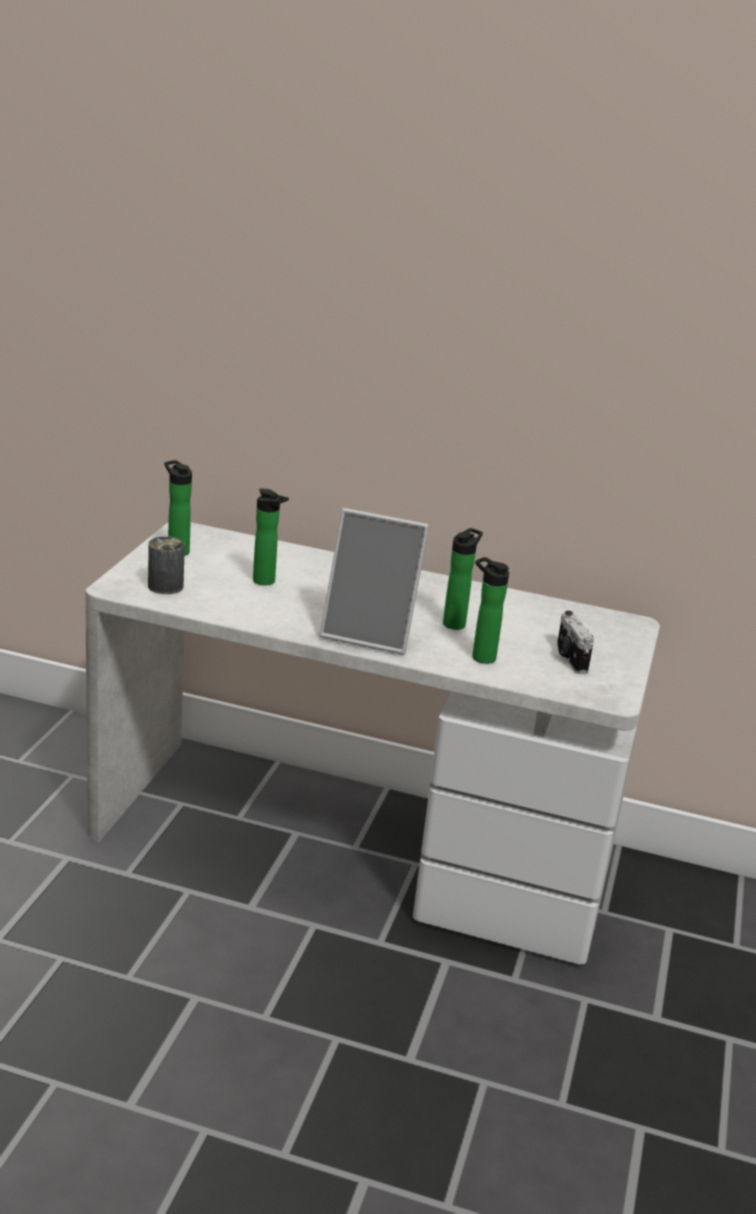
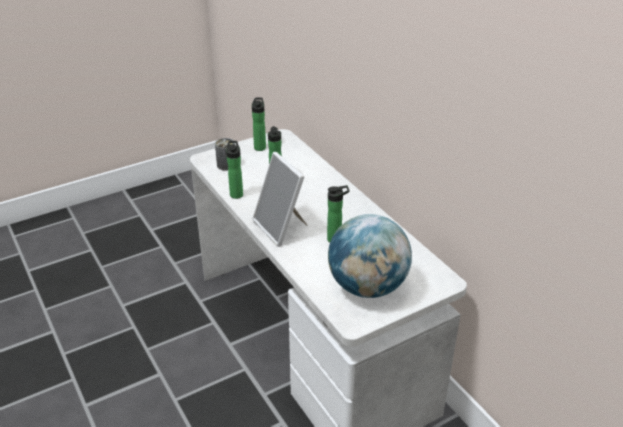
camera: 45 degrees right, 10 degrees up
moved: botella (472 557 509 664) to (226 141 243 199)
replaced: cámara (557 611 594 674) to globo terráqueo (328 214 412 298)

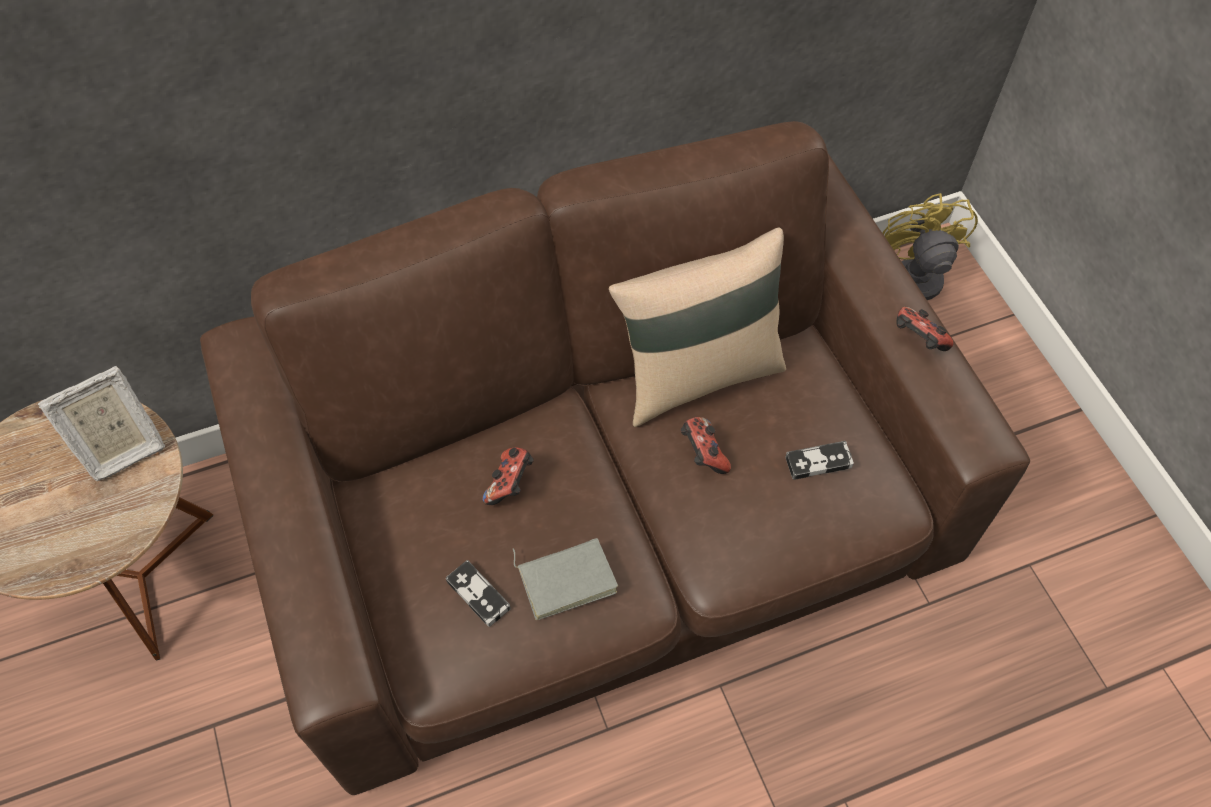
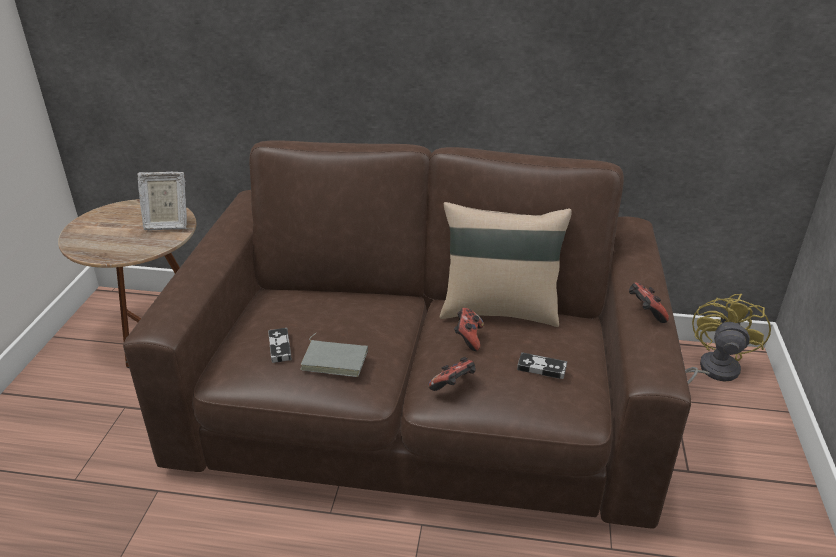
camera: 30 degrees right, 25 degrees down
moved: mando de consola (482 447 534 505) to (428 357 476 391)

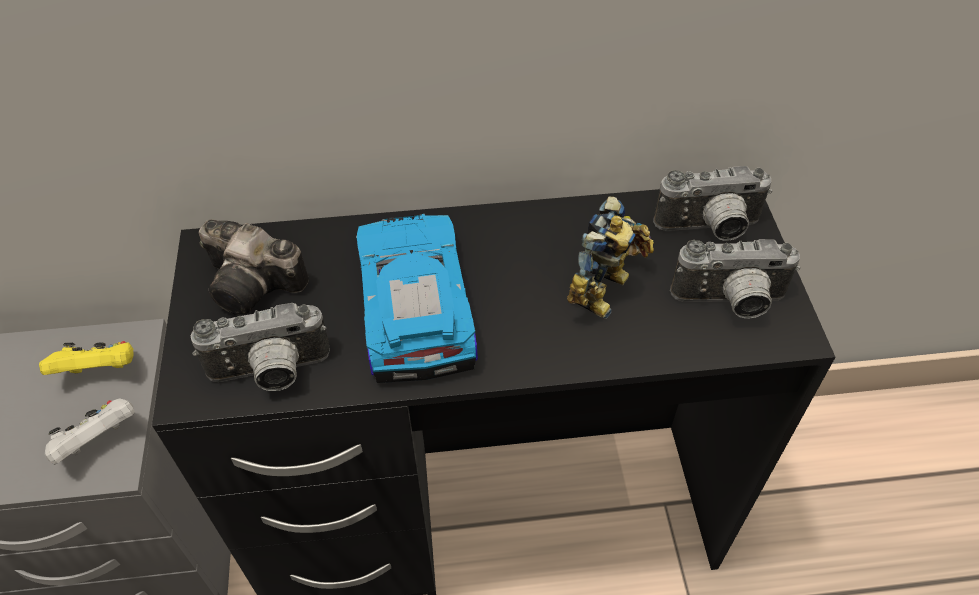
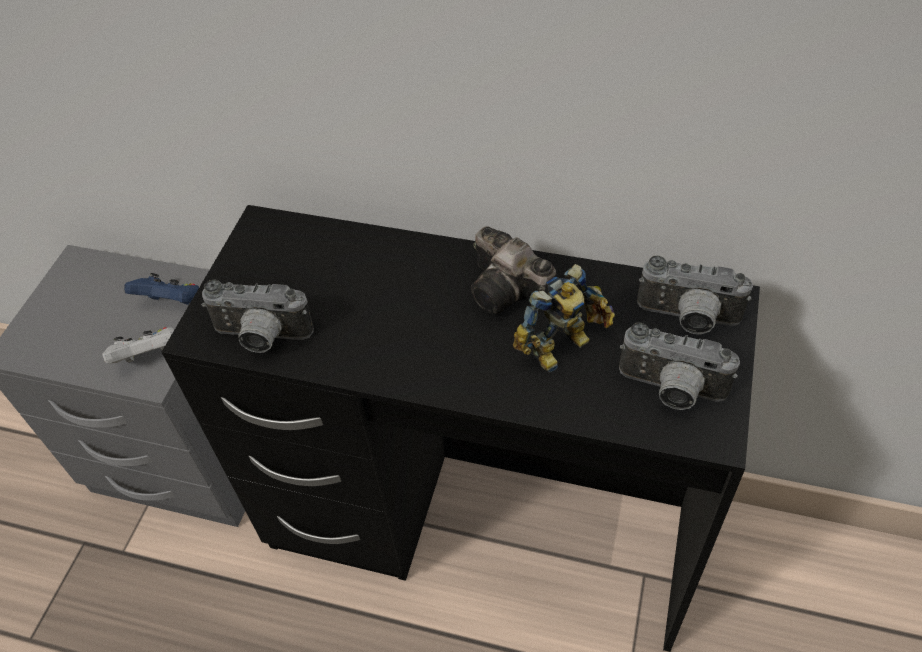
camera: 25 degrees right, 0 degrees up
removed: coche de juguete (356 214 478 383)
moved: cámara (199 219 309 315) to (471 226 556 314)
recoloured: mando de consola [amarillo] (39 341 134 375) to mando de consola [azul] (124 273 199 305)

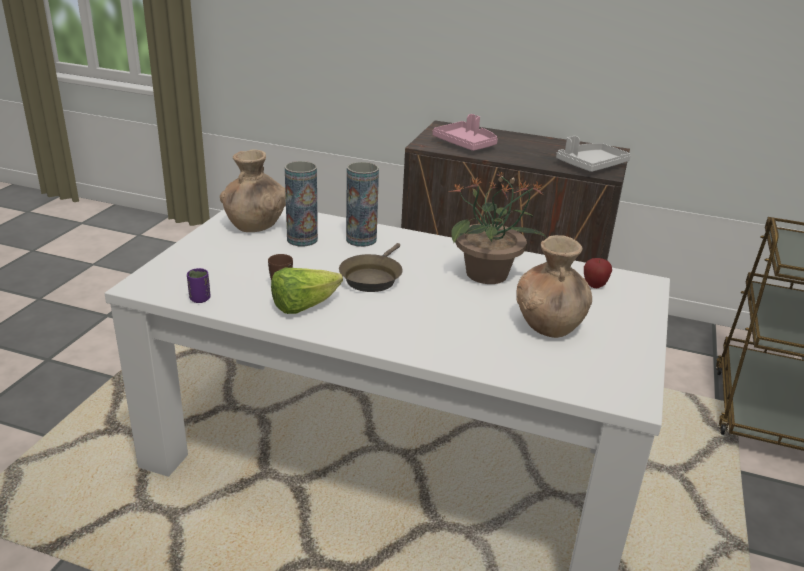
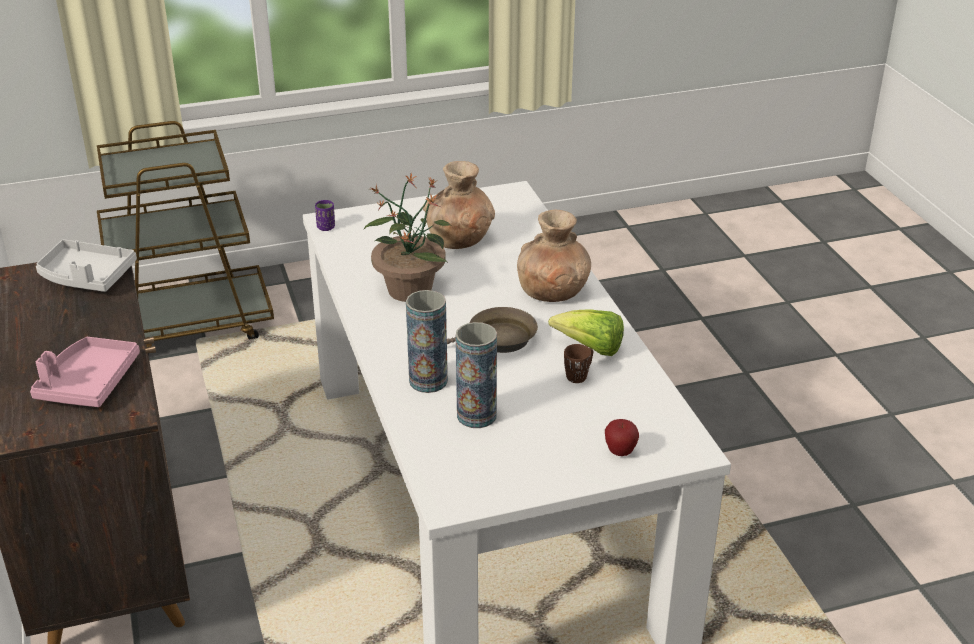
camera: 125 degrees left, 5 degrees up
moved: taza [morado] (187 268 211 303) to (315 200 335 231); florero [marrón] (220 149 286 232) to (517 210 591 302); manzana (584 258 612 288) to (605 419 639 456)

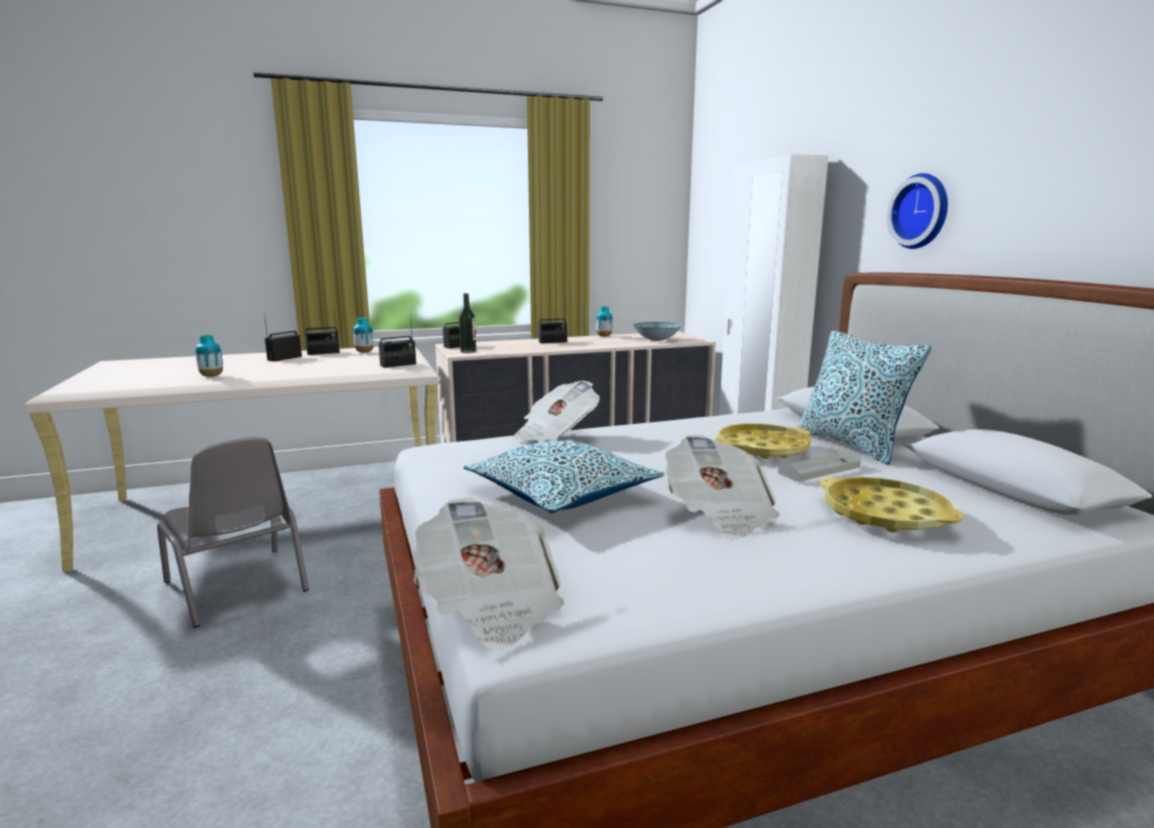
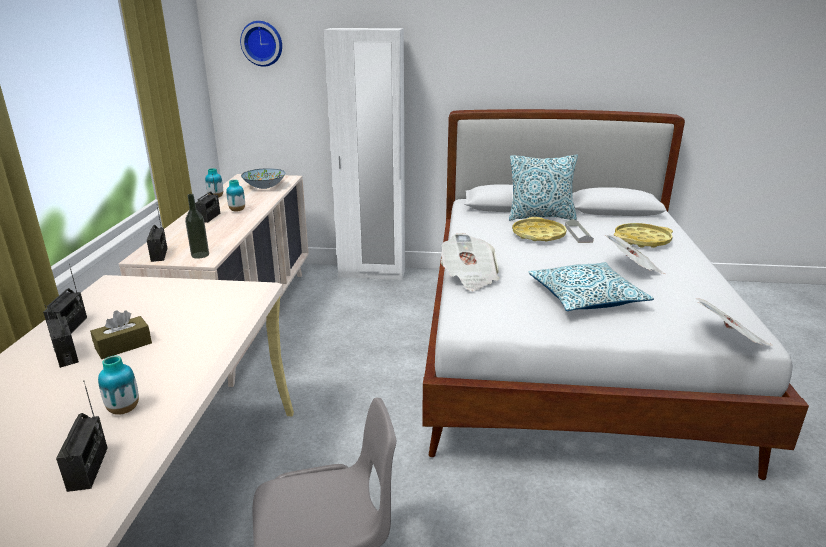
camera: 65 degrees left, 10 degrees up
added: caja de pañuelos [marrón] (90 310 152 359)
moved: florero (353 318 374 353) to (226 180 245 212); radio (378 315 416 368) to (56 380 108 492); reloj de pared (887 173 948 249) to (240 21 282 67)

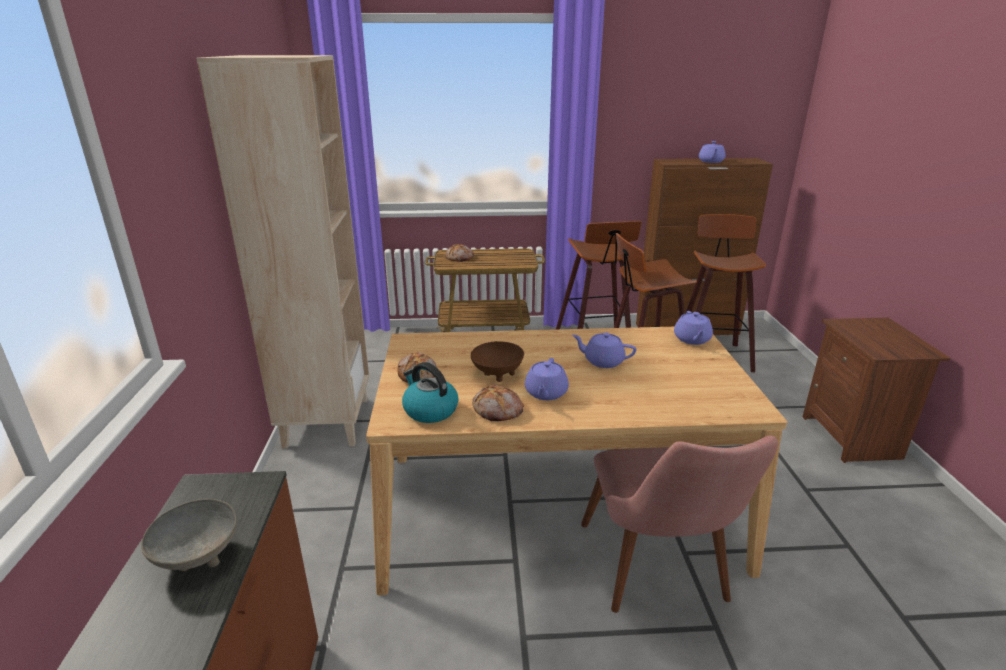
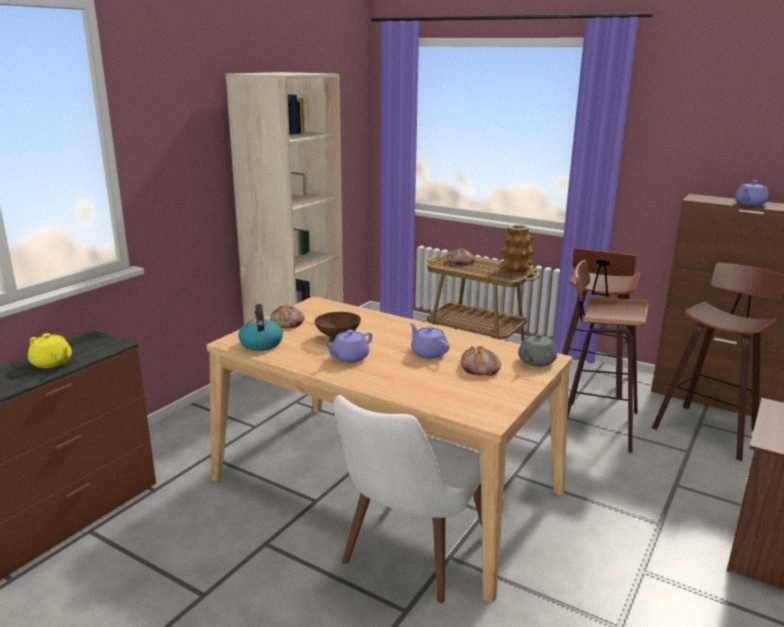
camera: 35 degrees right, 5 degrees down
added: florero (500 224 534 272)
moved: pan (472 385 524 421) to (461 346 501 376)
replaced: cuenco [gris] (141 499 237 571) to tetera [amarillo] (28 333 72 368)
recoloured: silla [rosa] (581 435 778 613) to silla [blanco] (334 395 482 603); tetera [morado] (674 311 713 345) to tetera [gris] (518 333 557 367)

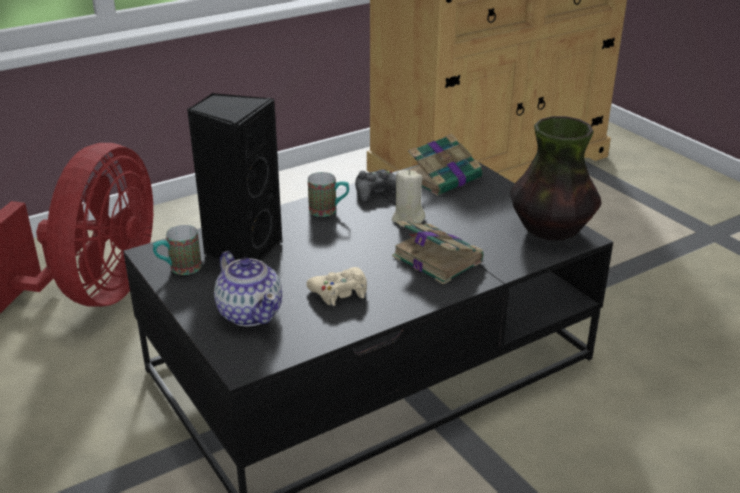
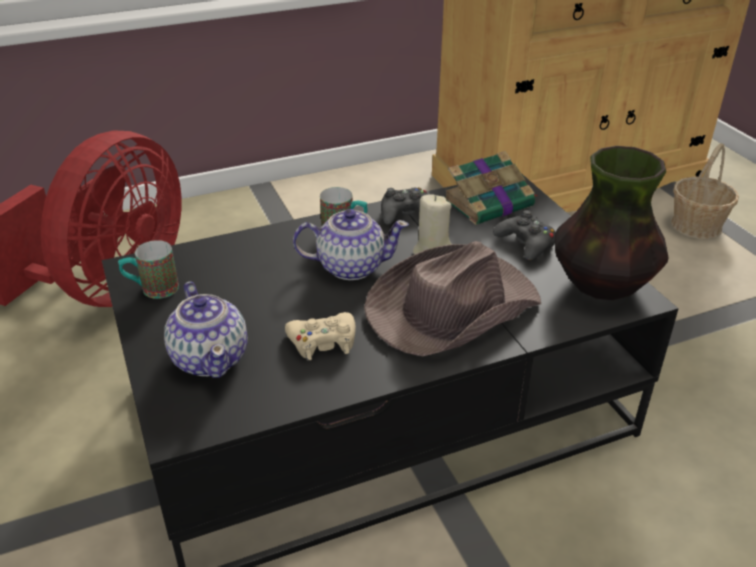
camera: 10 degrees right, 5 degrees up
removed: altavoz [negro] (187 93 283 264)
added: tetera (293 209 409 280); mando de consola [negro] (493 210 556 260); cesta (671 143 739 239)
replaced: libro (392 221 484 284) to sombrero [marrón] (364 241 541 357)

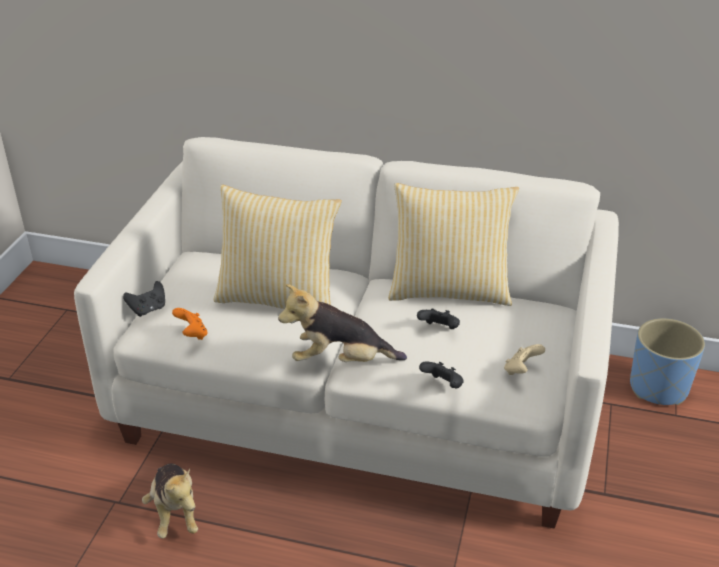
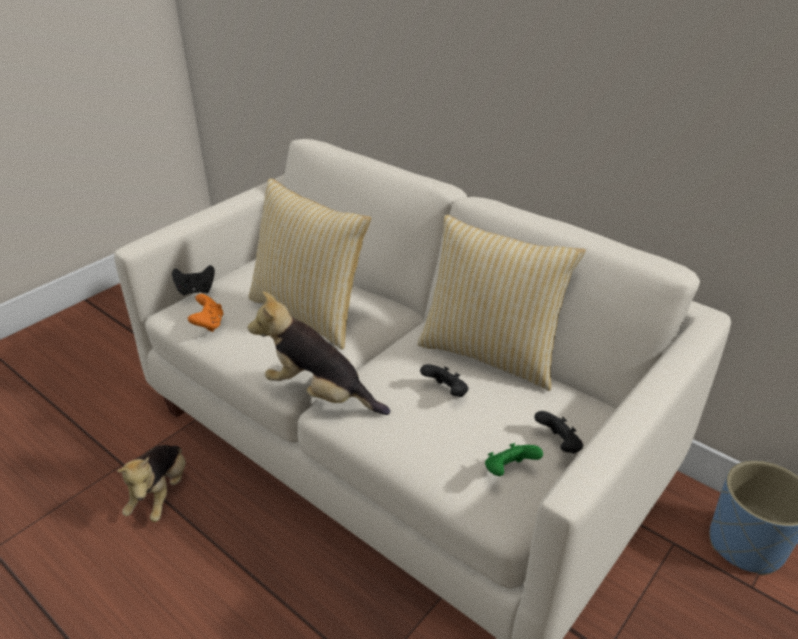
camera: 25 degrees right, 0 degrees up
moved: mando de consola [negro] (419 361 464 389) to (534 411 583 454)
recoloured: mando de consola [beis] (504 344 545 375) to mando de consola [verde] (485 443 543 476)

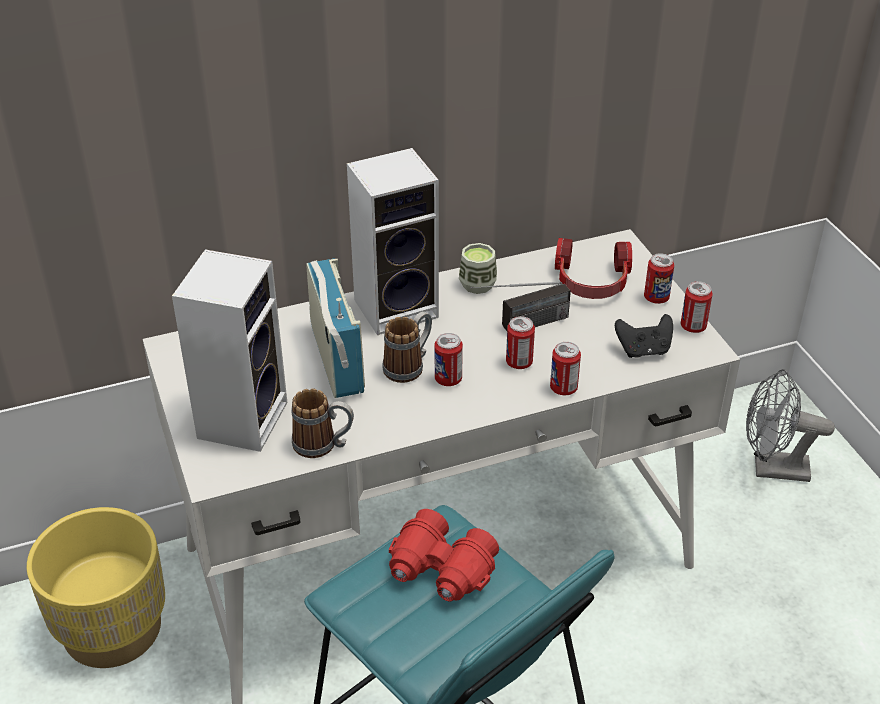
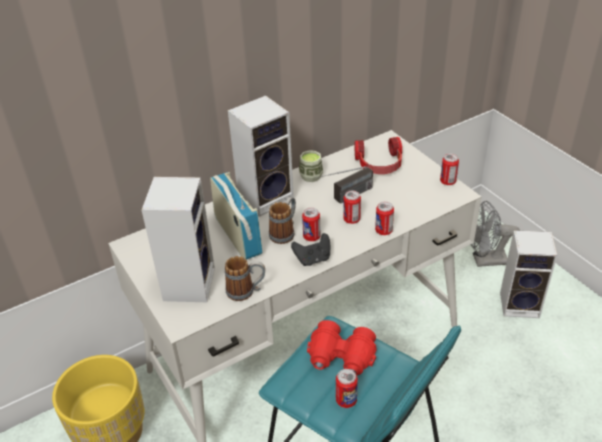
camera: 10 degrees left, 0 degrees up
added: altavoz (500 230 557 318)
moved: mando de consola [negro] (615 314 673 358) to (291 233 330 266); lata (644 253 674 304) to (336 369 358 408)

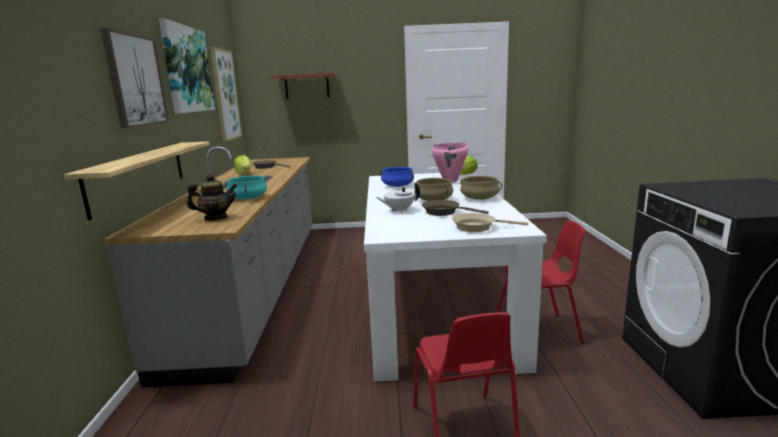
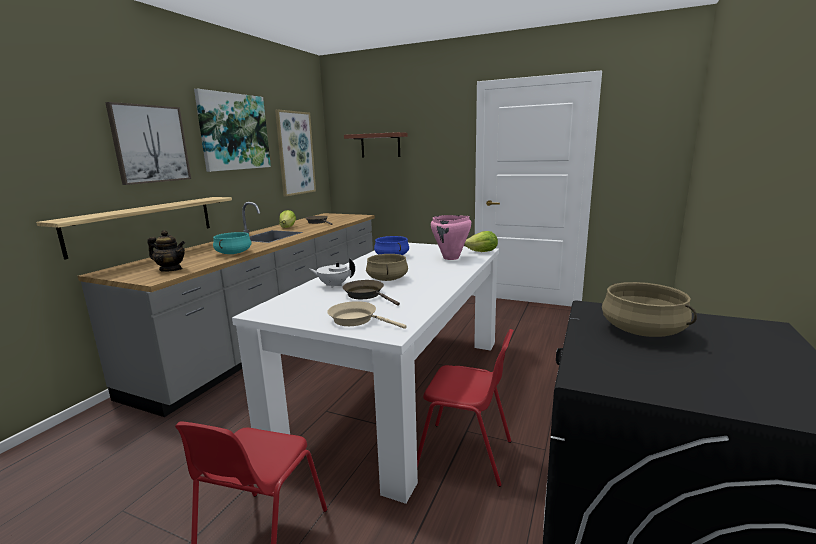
camera: 25 degrees right, 0 degrees up
moved: olla [beis] (460 176 502 200) to (602 282 697 337)

